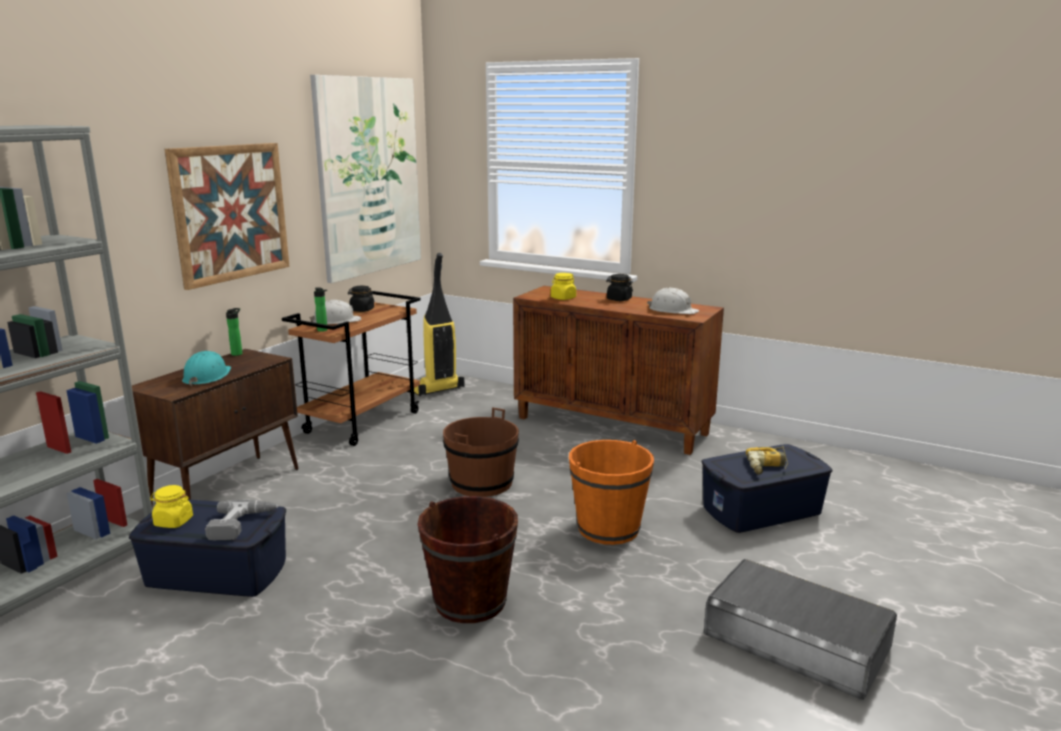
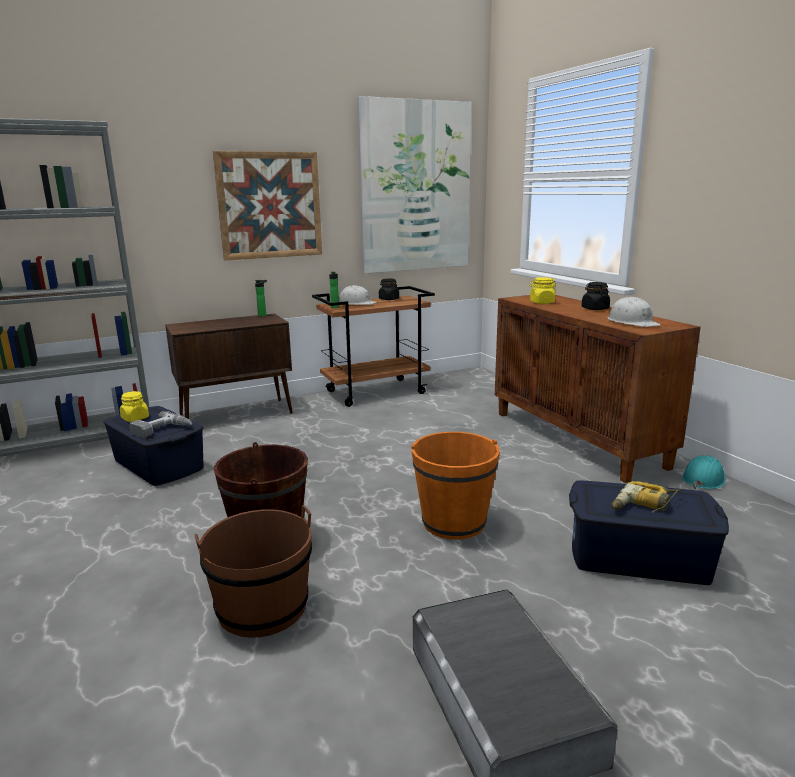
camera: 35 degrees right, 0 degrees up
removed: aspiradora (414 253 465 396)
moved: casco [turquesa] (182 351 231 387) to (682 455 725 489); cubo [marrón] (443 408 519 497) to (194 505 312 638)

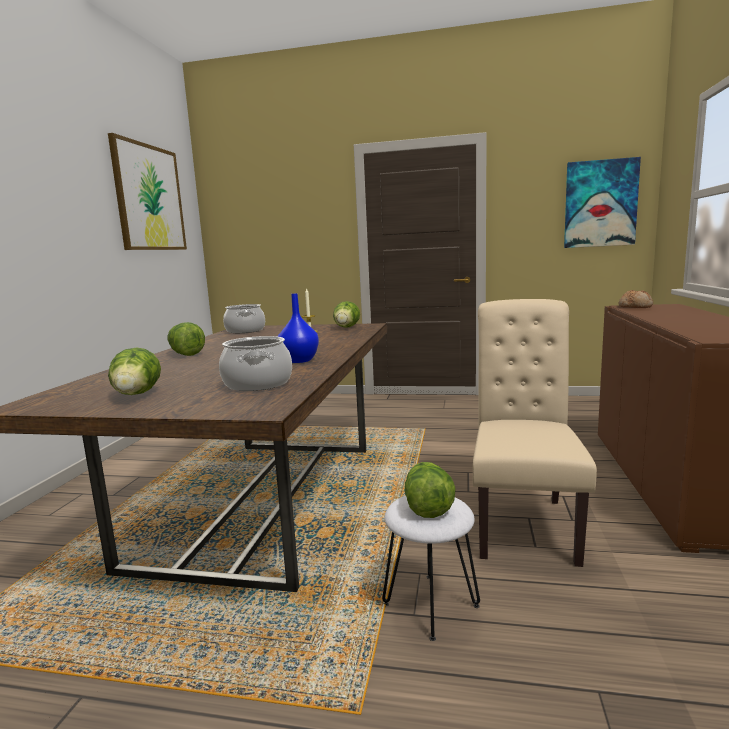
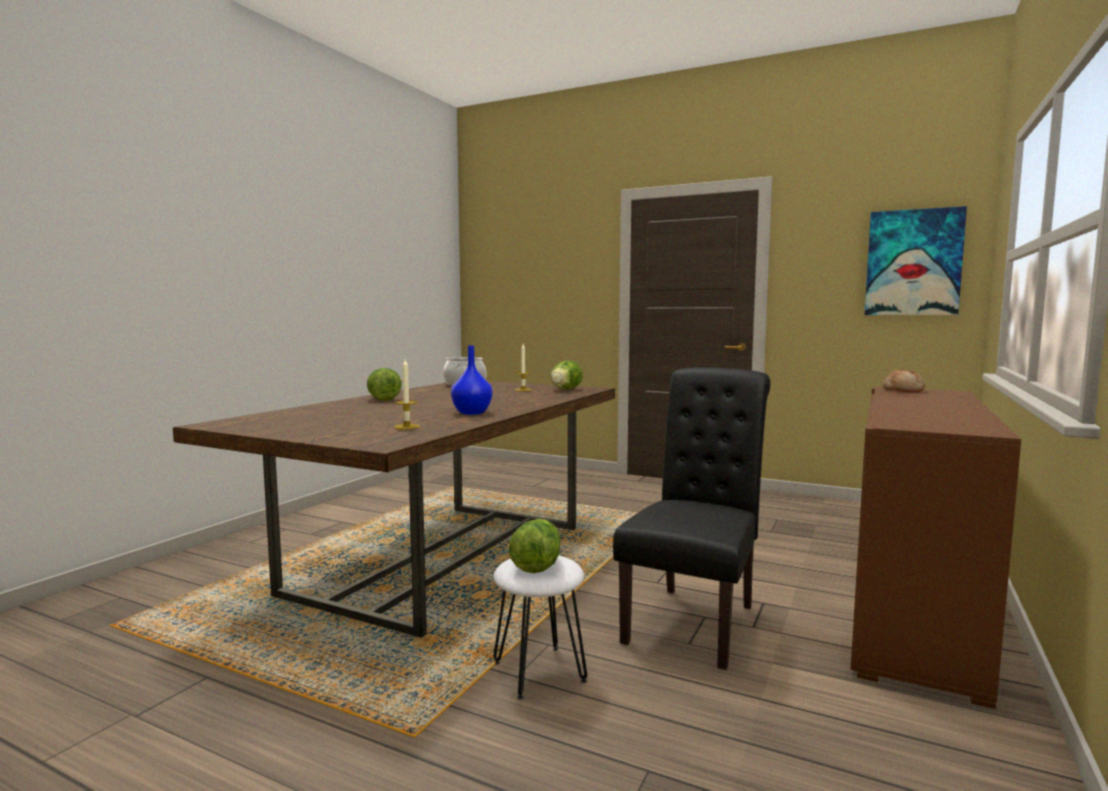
camera: 15 degrees right, 5 degrees down
removed: cuadro (108 133 187 250); lechuga (108 347 161 395)
replaced: olla (219 336 292 391) to vela (394 359 420 429)
recoloured: silla [beis] (473 299 597 567) to silla [negro] (613 367 770 670)

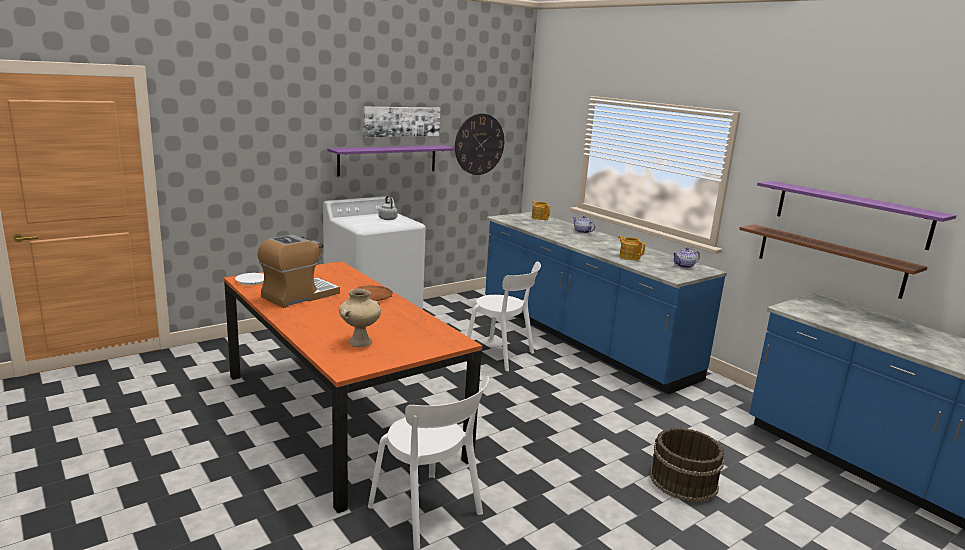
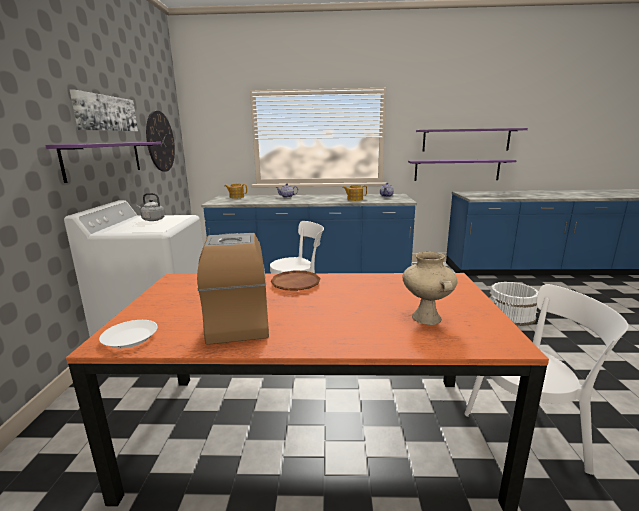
camera: 50 degrees left, 0 degrees up
recoloured: cubo [marrón] (650 427 724 502) to cubo [blanco] (489 282 539 326); estante [marrón] (739 224 928 299) to estante [morado] (408 159 517 181)

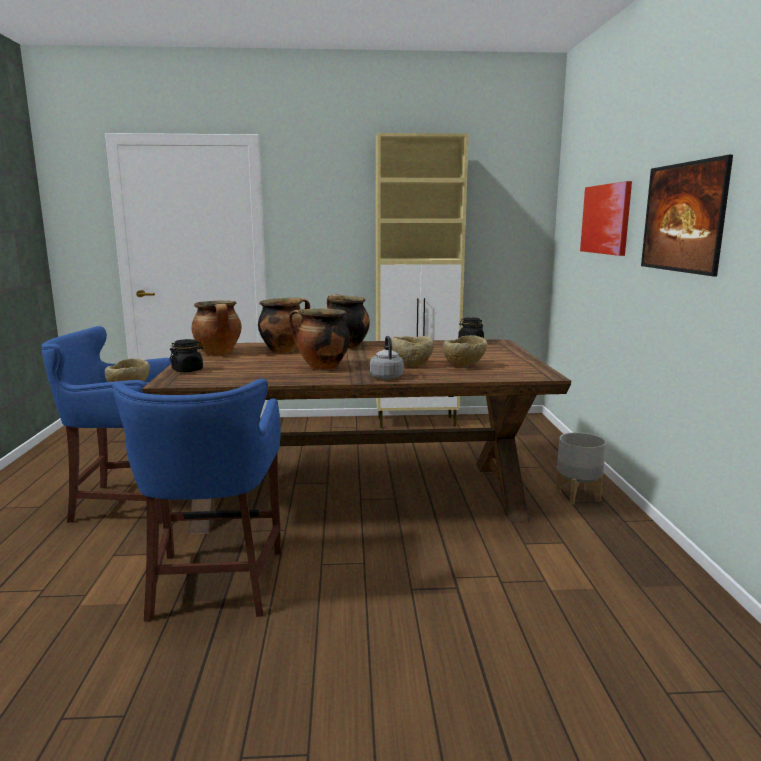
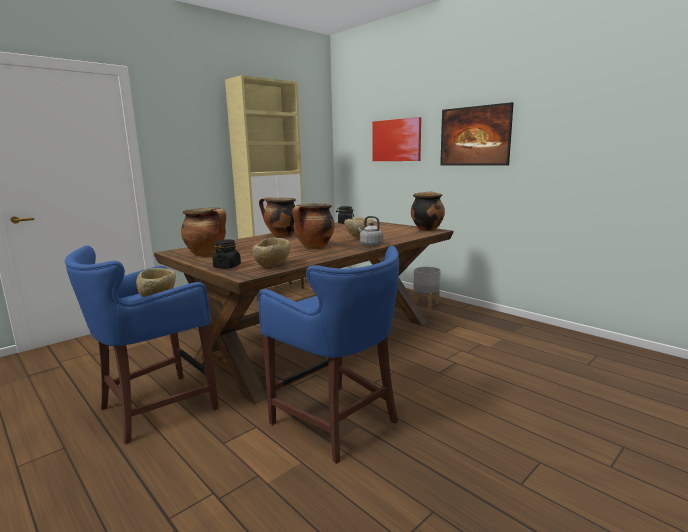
camera: 40 degrees left, 0 degrees up
moved: olla (258 298 310 353) to (411 192 445 231); cuenco [beis] (443 335 487 367) to (253 238 291 267)

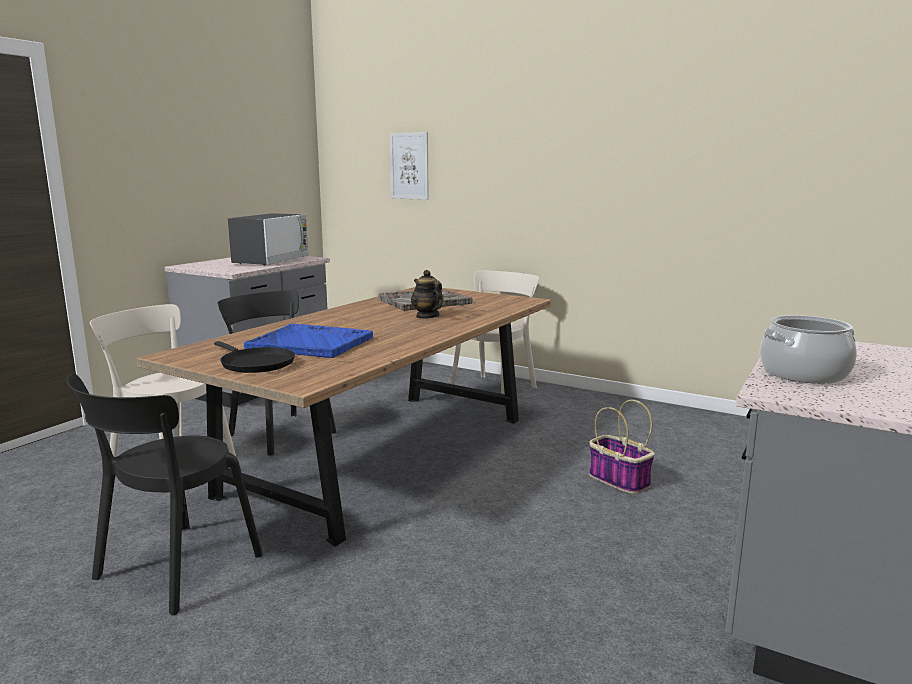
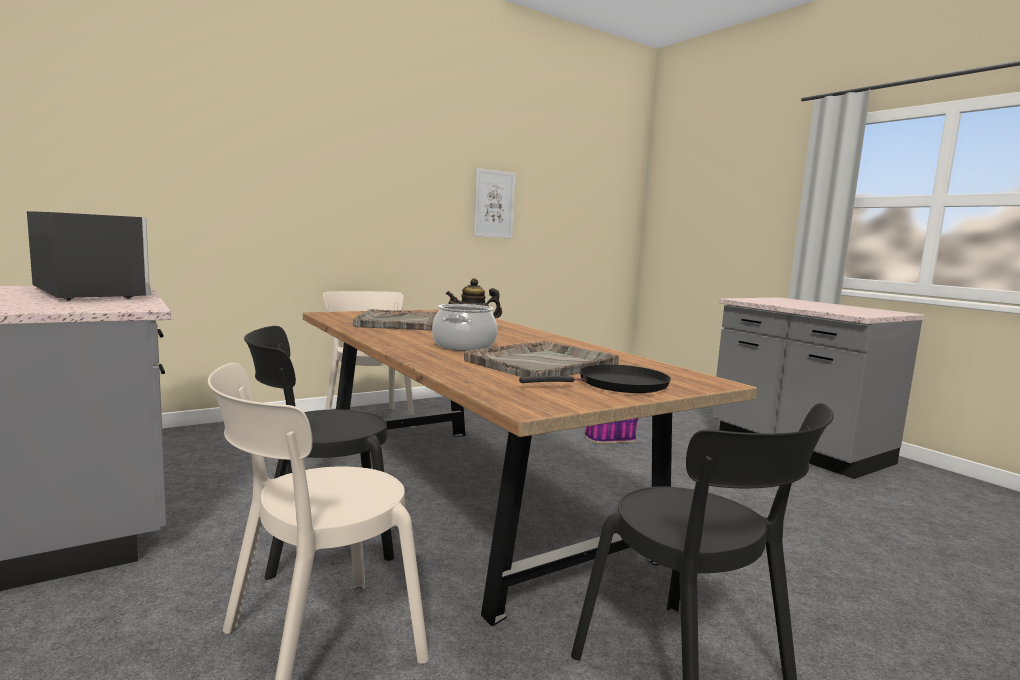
camera: 65 degrees left, 5 degrees down
moved: cuadro (390 132 429 200) to (473 168 516 239); olla (760 315 857 384) to (432 304 497 351)
recoloured: bandeja [azul] (244 324 373 358) to bandeja [gris] (464 341 619 377)

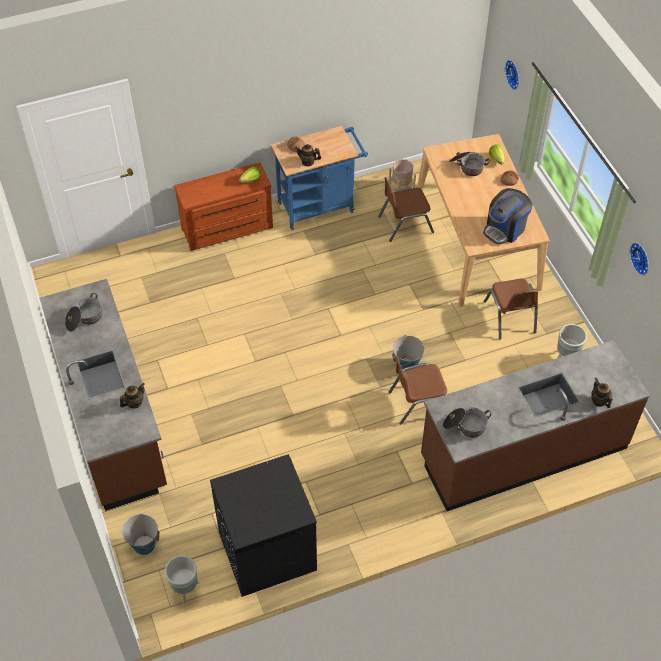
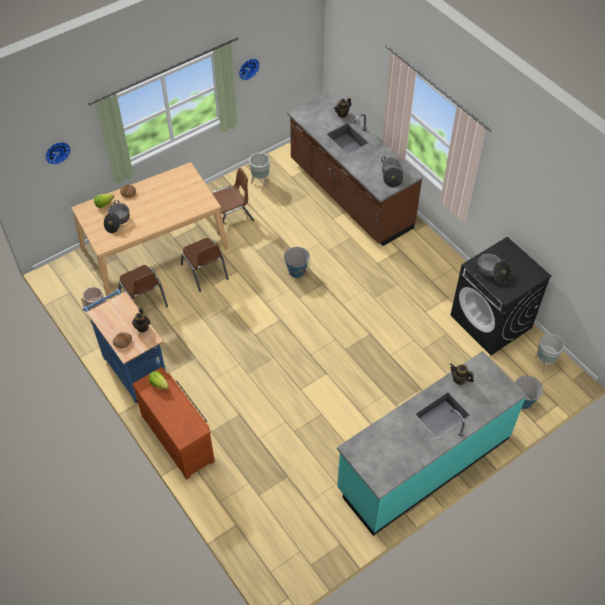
camera: 105 degrees left, 0 degrees up
removed: cafetera (483 188 533 245)
moved: olla (65 293 102 332) to (474 253 511 283); silla [marrón] (389 358 447 425) to (181 238 229 292)
recoloured: mueble bajo de cocina [marrón] (39 279 167 511) to mueble bajo de cocina [turquesa] (337 351 527 536)

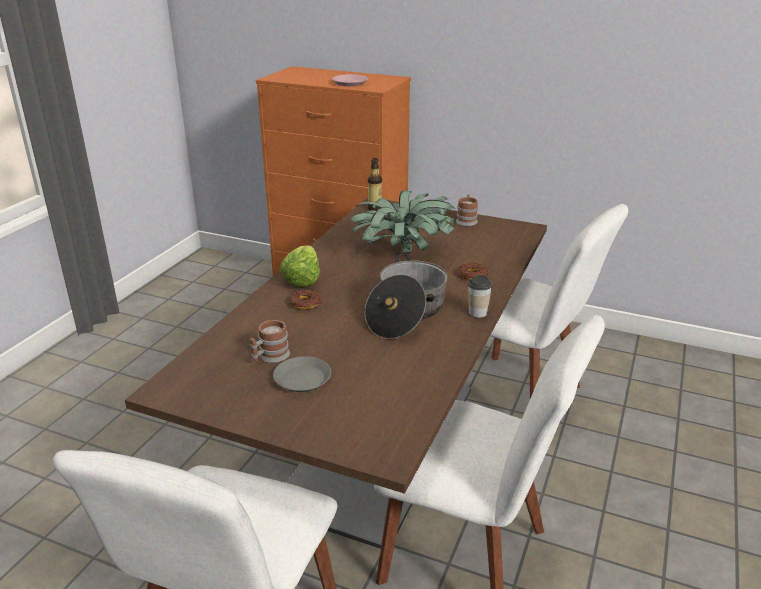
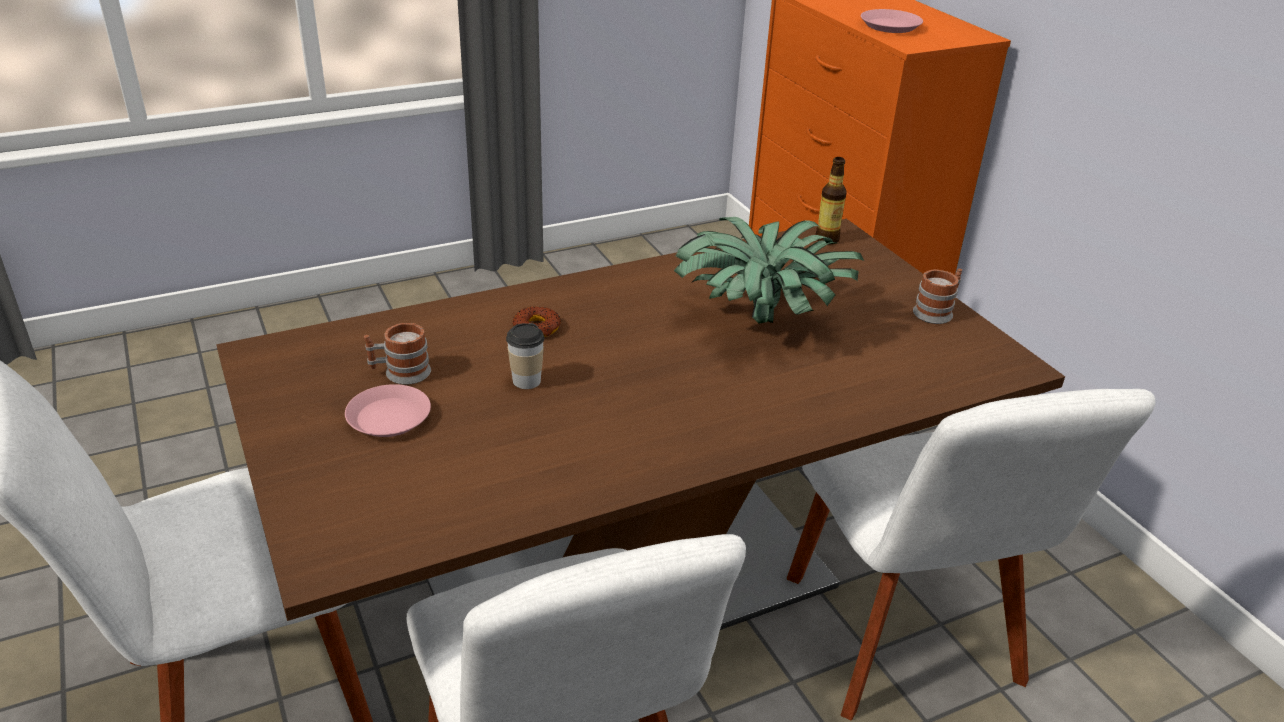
camera: 40 degrees right, 5 degrees up
removed: lechuga (280 245 320 287); olla (365 254 448 339); rosquilla (458 263 488 280)
moved: taza (468 275 492 318) to (506 323 544 389)
recoloured: plato [gris] (273 356 331 392) to plato [rosa] (345 384 431 437)

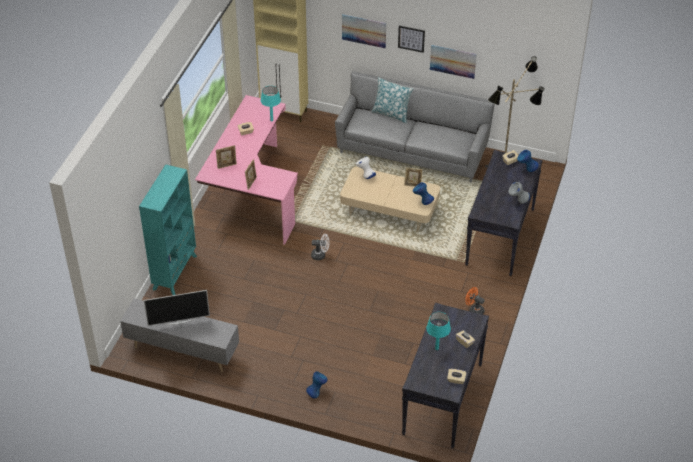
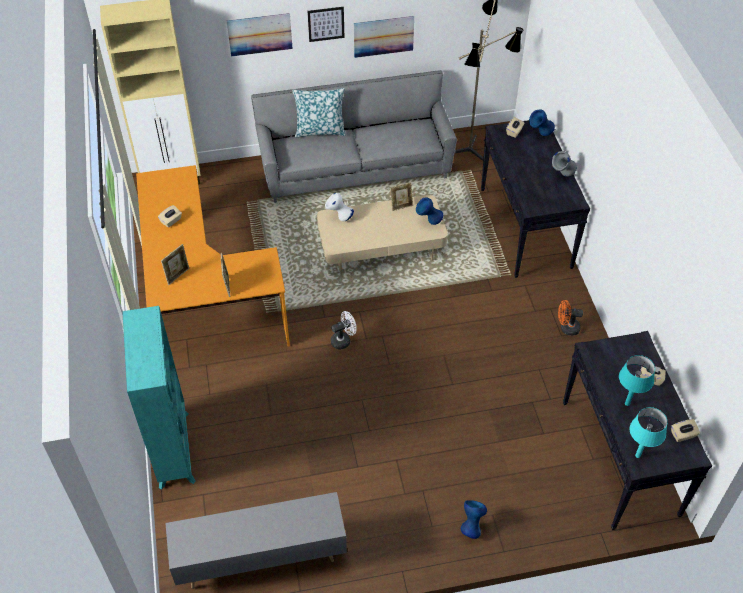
camera: 30 degrees left, 5 degrees up
removed: televisor (144 290 210 326)
moved: lámpara de mesa [turquesa] (261 86 281 122) to (630 407 668 458)
recoloured: escritorio [rosa] (195 95 298 245) to escritorio [naranja] (136 165 290 347)

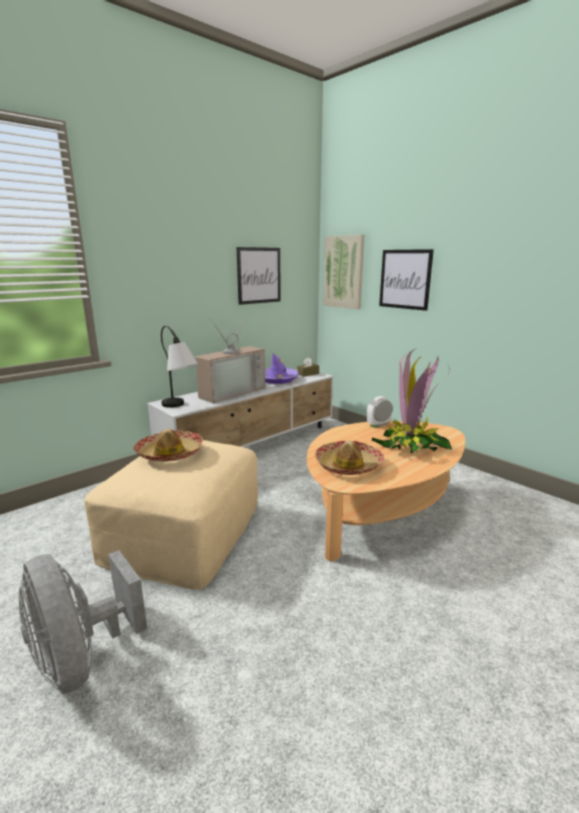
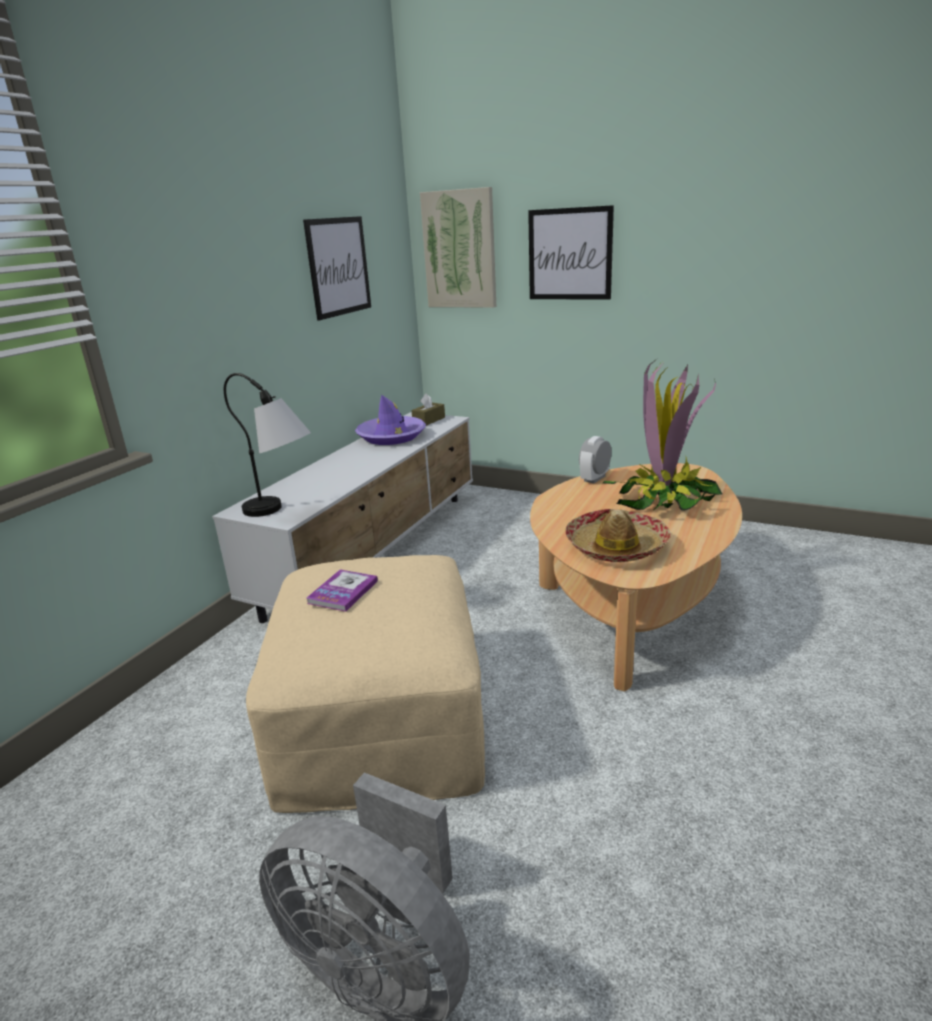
camera: 20 degrees left, 5 degrees up
removed: televisor (195 314 265 403)
replaced: sombrero (133 429 203 462) to libro (307 569 378 612)

